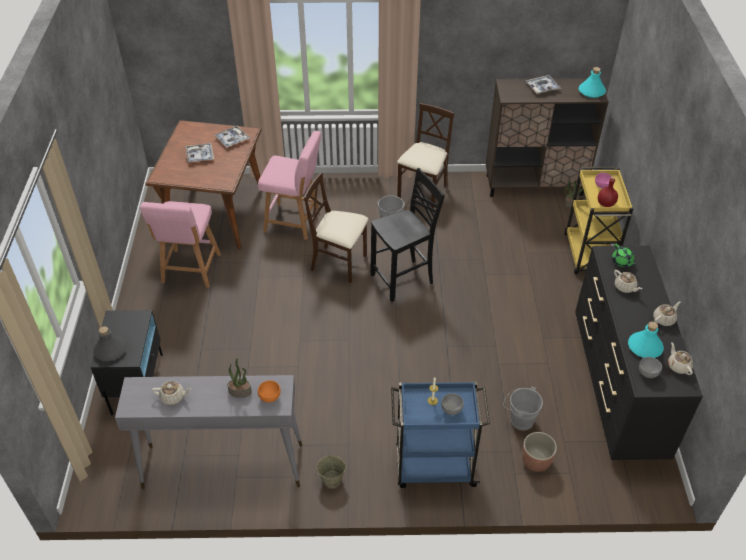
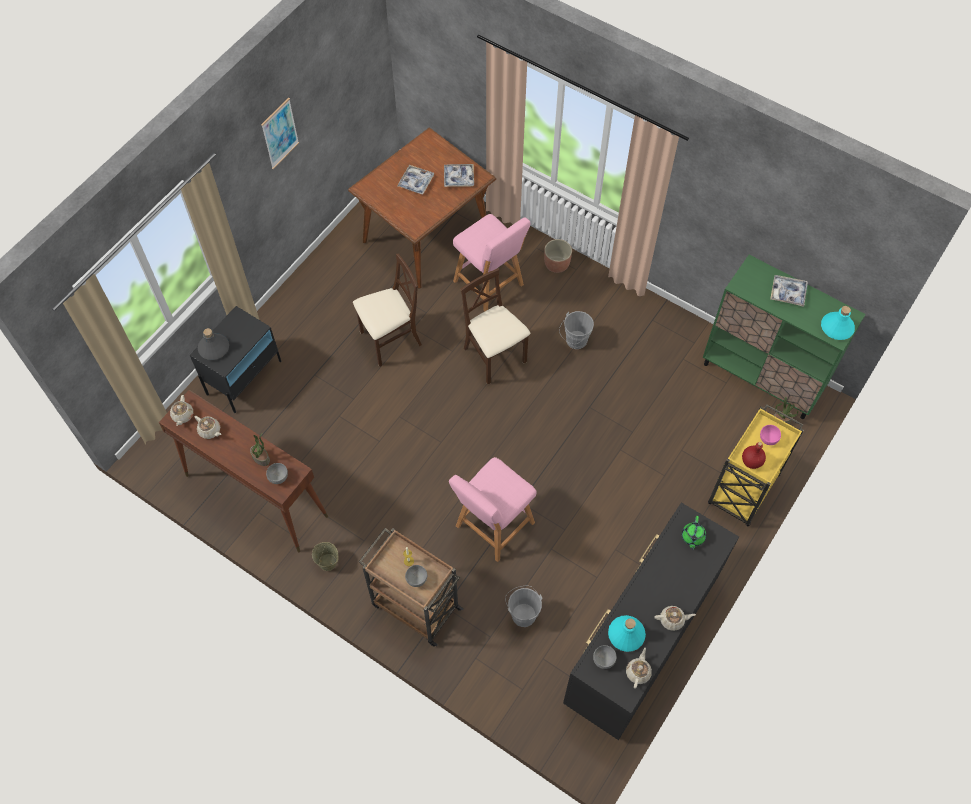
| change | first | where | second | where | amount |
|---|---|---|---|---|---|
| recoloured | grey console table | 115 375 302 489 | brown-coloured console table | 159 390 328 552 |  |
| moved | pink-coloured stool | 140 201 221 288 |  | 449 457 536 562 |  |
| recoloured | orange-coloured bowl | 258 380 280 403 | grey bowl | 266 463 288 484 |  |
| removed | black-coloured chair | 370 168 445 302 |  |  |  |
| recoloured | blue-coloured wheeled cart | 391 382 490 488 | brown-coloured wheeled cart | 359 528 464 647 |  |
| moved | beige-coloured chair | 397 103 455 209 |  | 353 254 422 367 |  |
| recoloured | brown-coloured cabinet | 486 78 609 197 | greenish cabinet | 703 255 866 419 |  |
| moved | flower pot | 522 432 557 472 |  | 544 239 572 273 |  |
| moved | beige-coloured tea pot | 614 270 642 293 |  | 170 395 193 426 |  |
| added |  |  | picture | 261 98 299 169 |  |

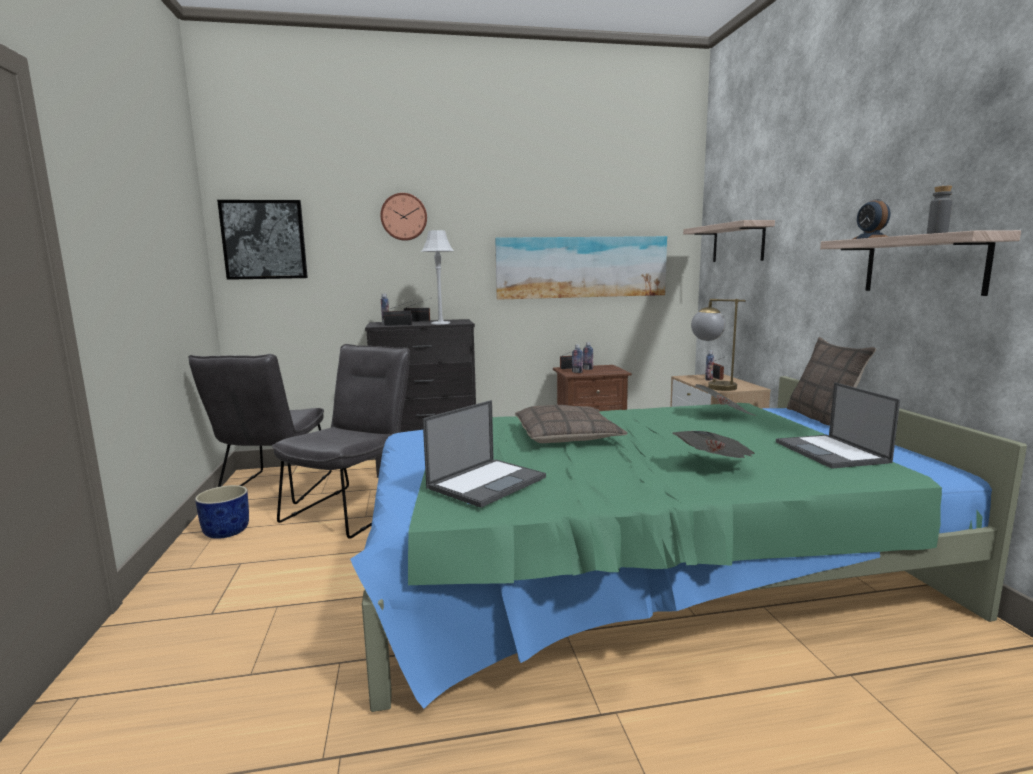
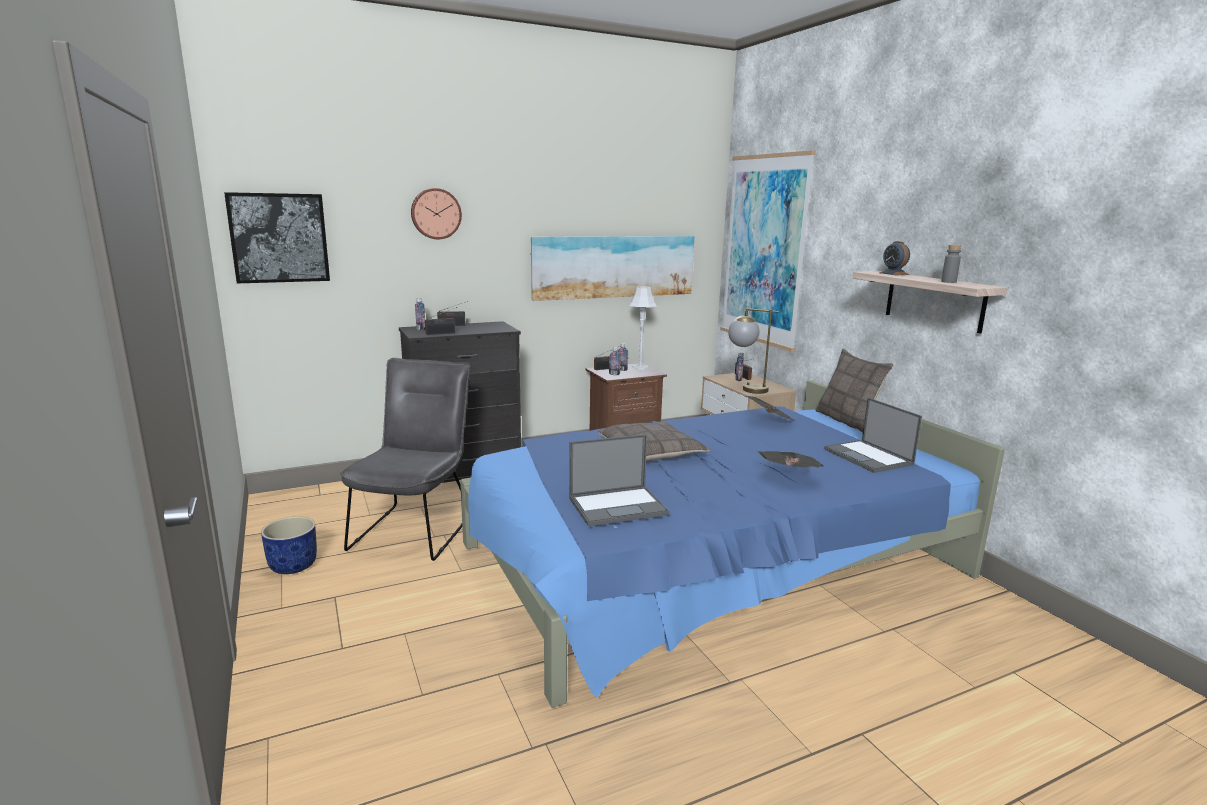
| change | first | where | second | where | amount |
|---|---|---|---|---|---|
| removed | grey chair | 188 354 332 504 |  |  |  |
| recoloured | greenish bedroom bed | 350 376 1027 712 | blue-coloured bedroom bed | 460 380 1005 708 |  |
| moved | grey tabletop lamp | 421 230 454 324 |  | 629 287 657 370 |  |
| turned | laptop | 423 400 546 508 |  | 569 434 669 526 | 45 degrees clockwise |
| replaced | shelf | 683 220 775 262 | picture | 720 150 816 352 |  |

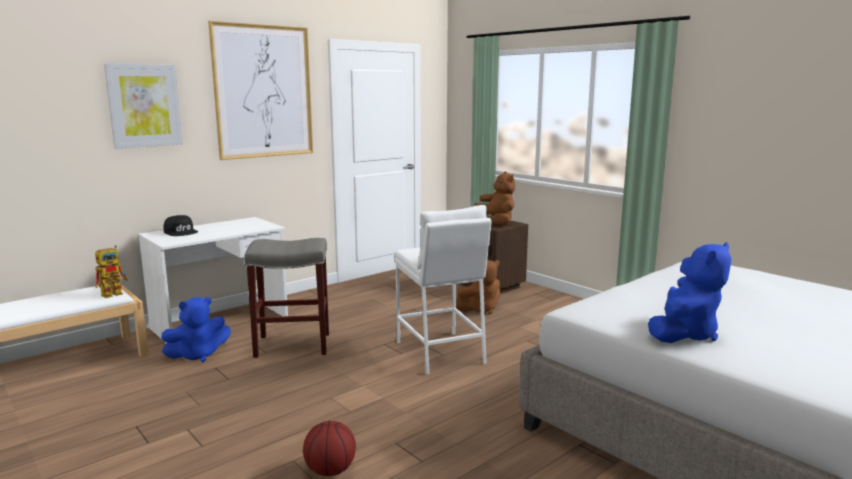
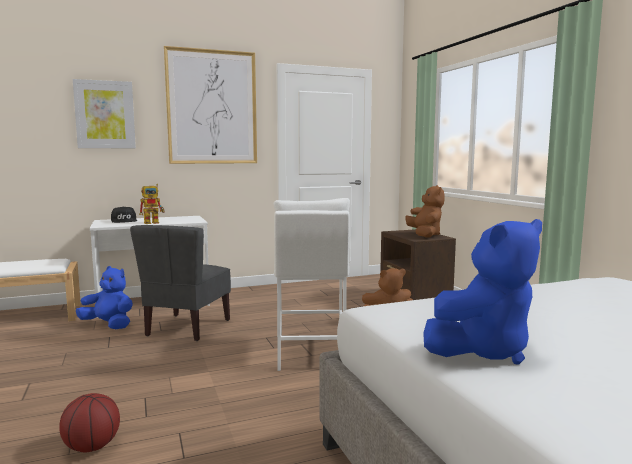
| change | first | where | second | where | amount |
|---|---|---|---|---|---|
| moved | toy robot | 95 245 128 298 |  | 139 184 165 224 |  |
| turned | blue-coloured soft toy | 161 297 231 362 |  | 76 266 133 329 | 150 degrees counterclockwise |
| replaced | grey stool | 244 238 329 358 | grey chair | 130 225 231 341 |  |

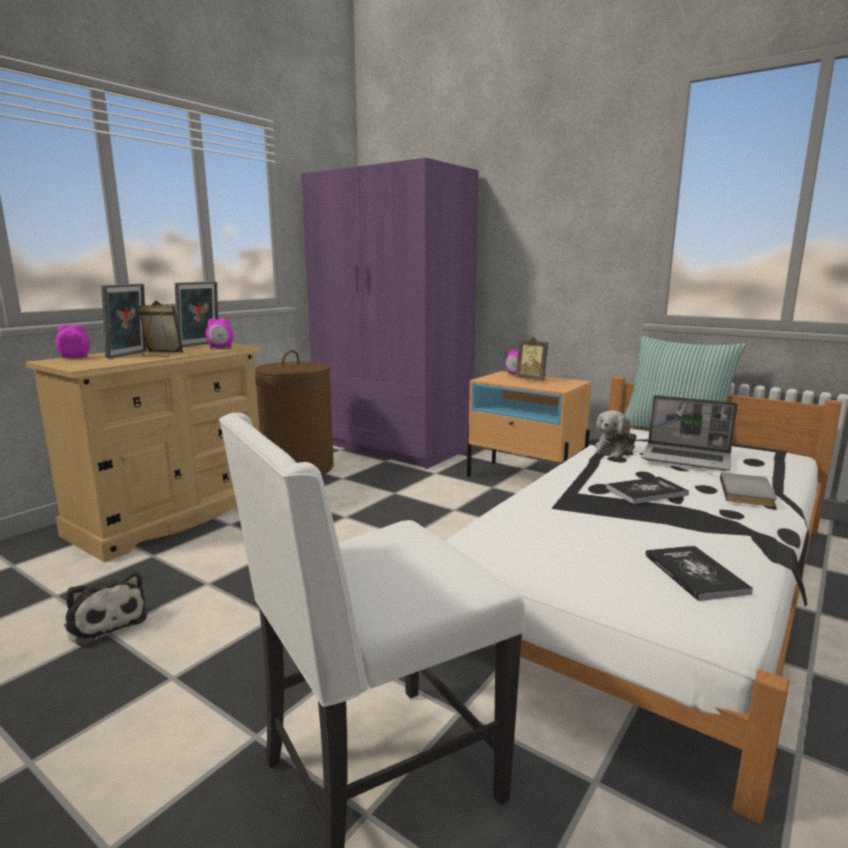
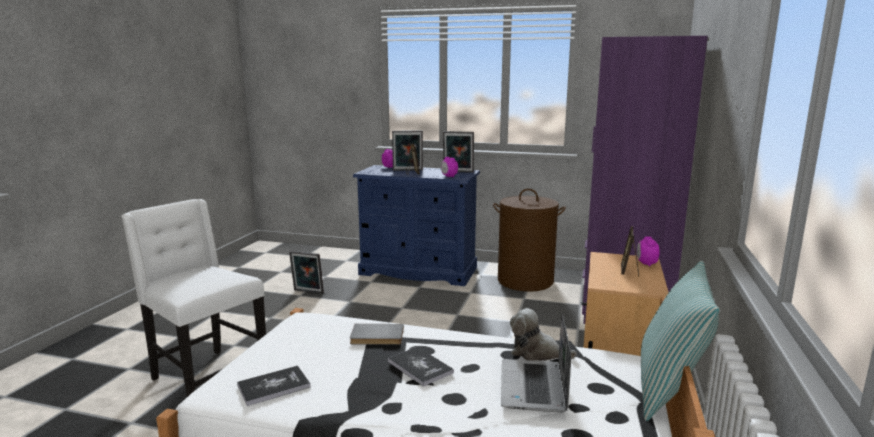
| change | first | where | second | where | amount |
|---|---|---|---|---|---|
| recoloured | beige-coloured dresser | 26 343 260 563 | blue-coloured dresser | 353 165 480 286 |  |
| replaced | soft toy | 64 571 147 646 | photo frame | 289 251 324 294 |  |
| moved | grey bound book | 720 473 777 507 |  | 350 324 404 345 |  |

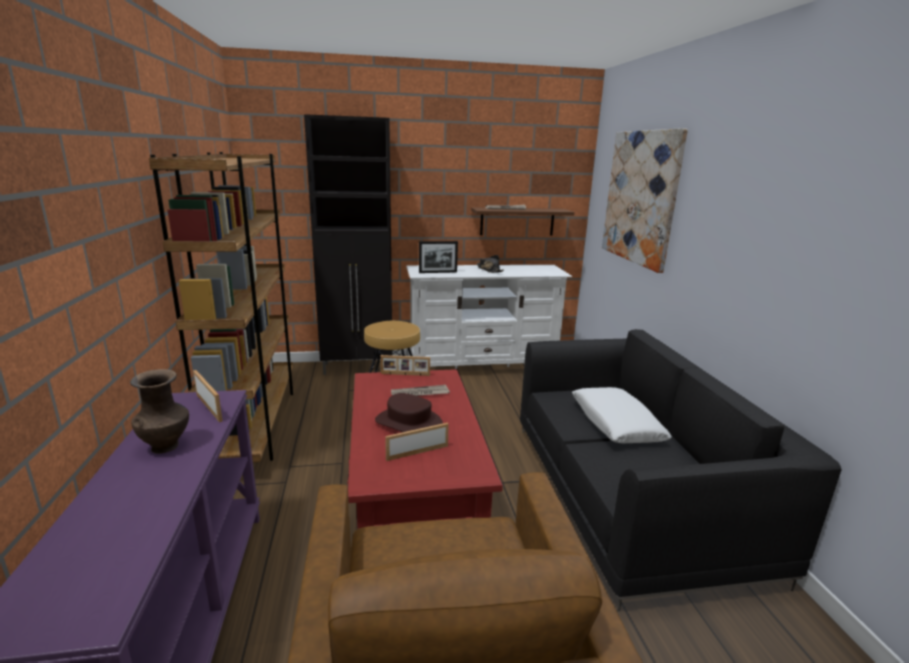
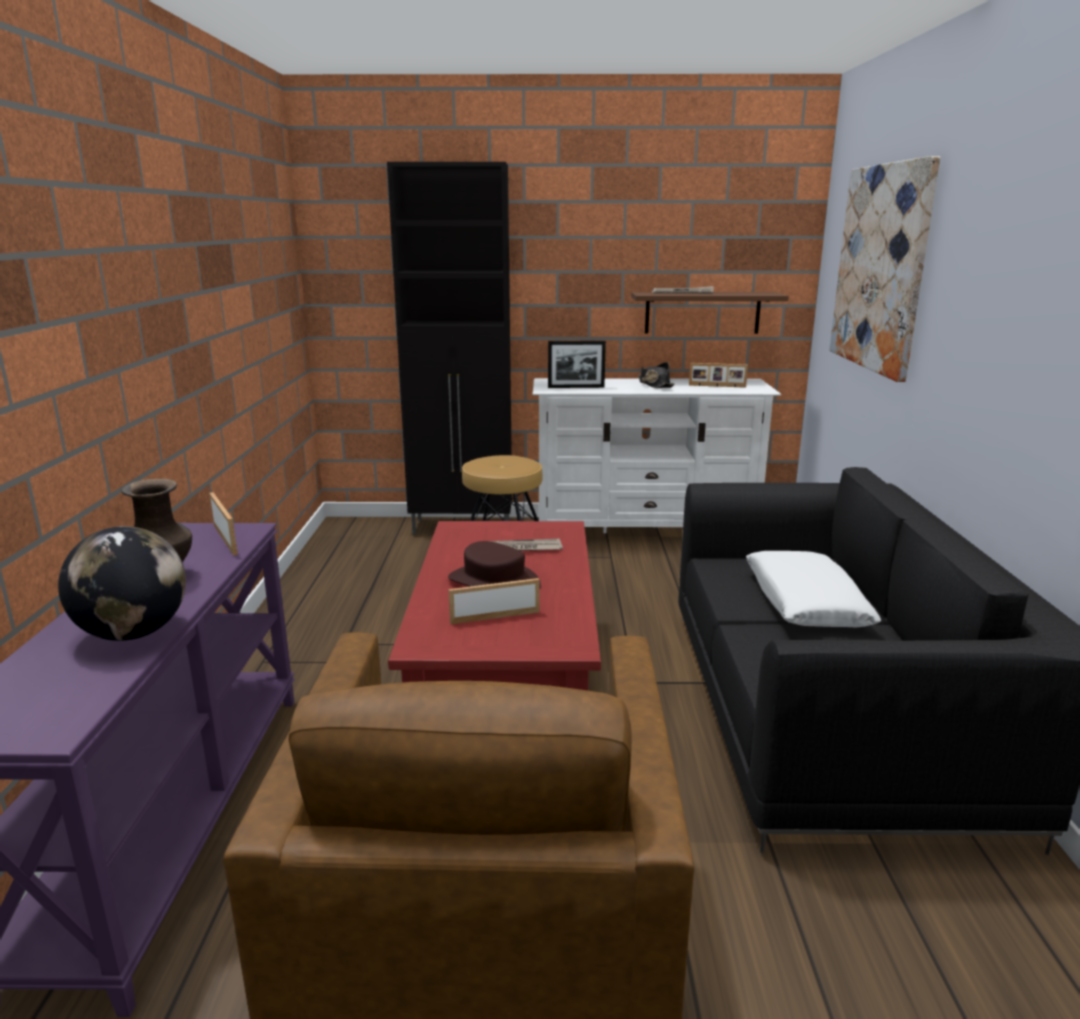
| change | first | where | second | where | amount |
|---|---|---|---|---|---|
| removed | brown-coloured bookcase | 149 152 293 462 |  |  |  |
| moved | photo frame | 381 355 430 376 |  | 689 363 748 388 |  |
| added |  |  | desk globe | 58 526 186 641 |  |

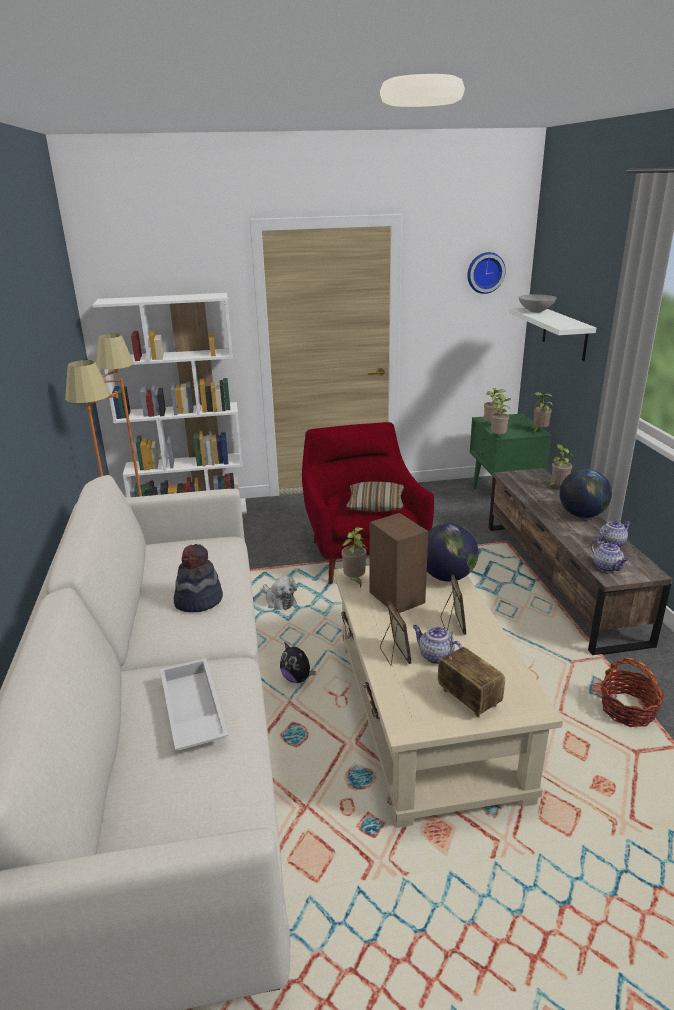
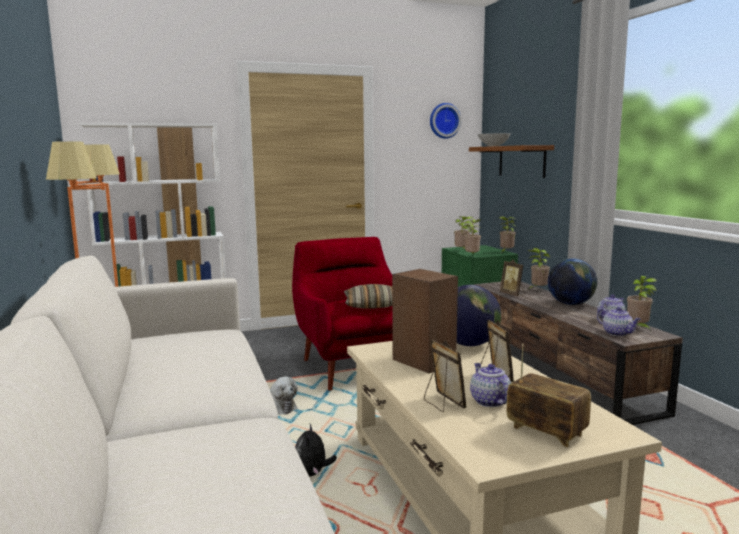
| change | first | where | second | where | amount |
|---|---|---|---|---|---|
| removed | whitish carrying tray | 160 658 228 751 |  |  |  |
| removed | wearable hat | 174 544 223 612 |  |  |  |
| turned | soft toy | 280 642 316 683 |  | 295 424 337 477 | 60 degrees clockwise |
| moved | potted plant | 342 527 367 588 |  | 627 276 657 331 |  |
| turned | tea pot | 412 625 462 664 |  | 470 363 511 407 | 45 degrees clockwise |
| recoloured | whitish shelf | 509 307 596 361 | brown-coloured shelf | 469 145 554 178 |  |
| removed | storage basket | 601 657 665 727 |  |  |  |
| added |  |  | photo frame | 500 259 525 296 |  |

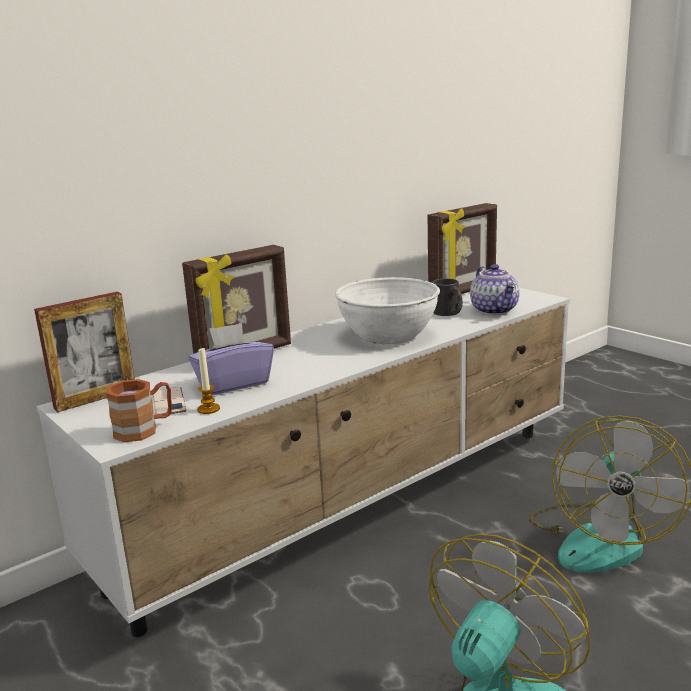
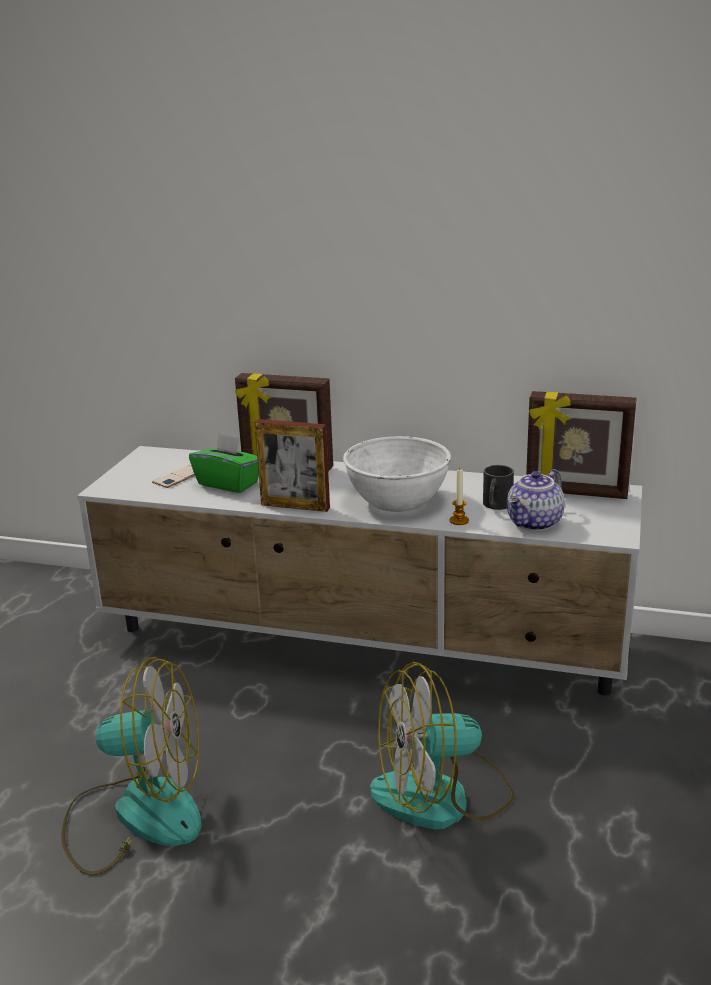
| change | first | where | second | where | amount |
|---|---|---|---|---|---|
| moved | photo frame | 34 292 135 413 |  | 255 419 330 512 |  |
| removed | brown-coloured mug | 106 379 172 442 |  |  |  |
| recoloured | purplish tissue box | 188 323 274 395 | greenish tissue box | 189 433 259 493 |  |
| moved | wax light | 197 348 220 414 |  | 450 469 469 525 |  |

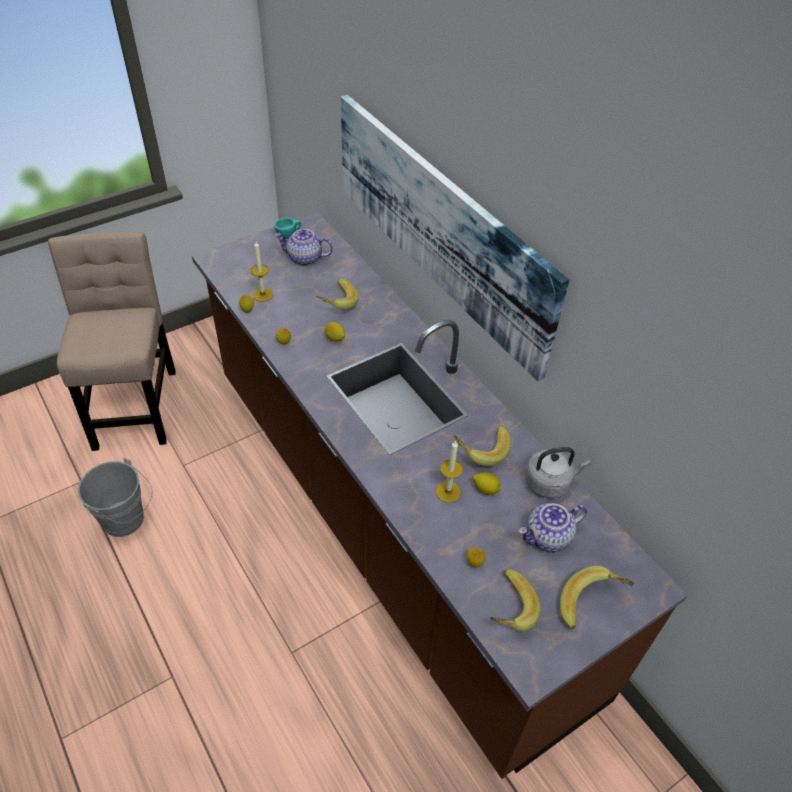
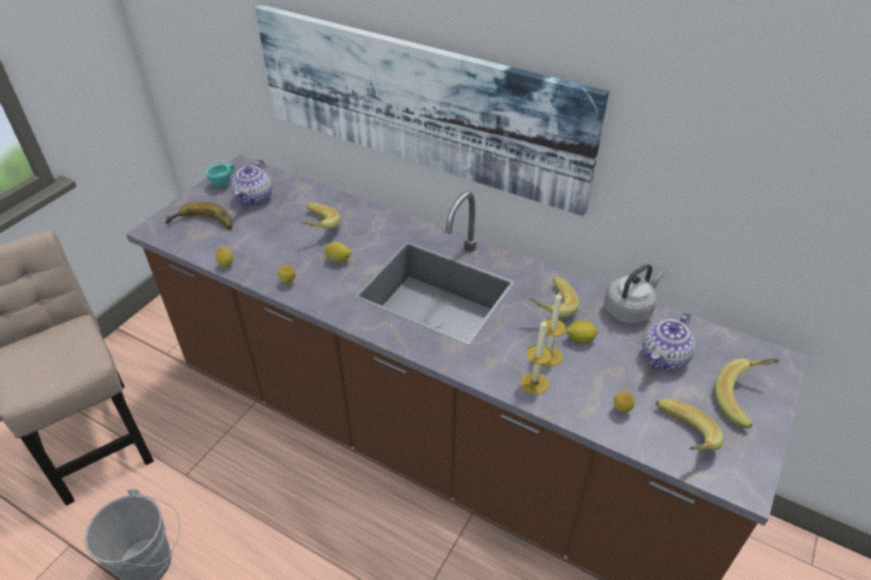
| change | first | where | second | where | amount |
|---|---|---|---|---|---|
| moved | wax light | 251 241 273 302 |  | 520 318 552 395 |  |
| turned | tea pot | 275 229 333 266 |  | 232 159 272 206 | 60 degrees counterclockwise |
| added |  |  | banana | 165 202 232 230 |  |

